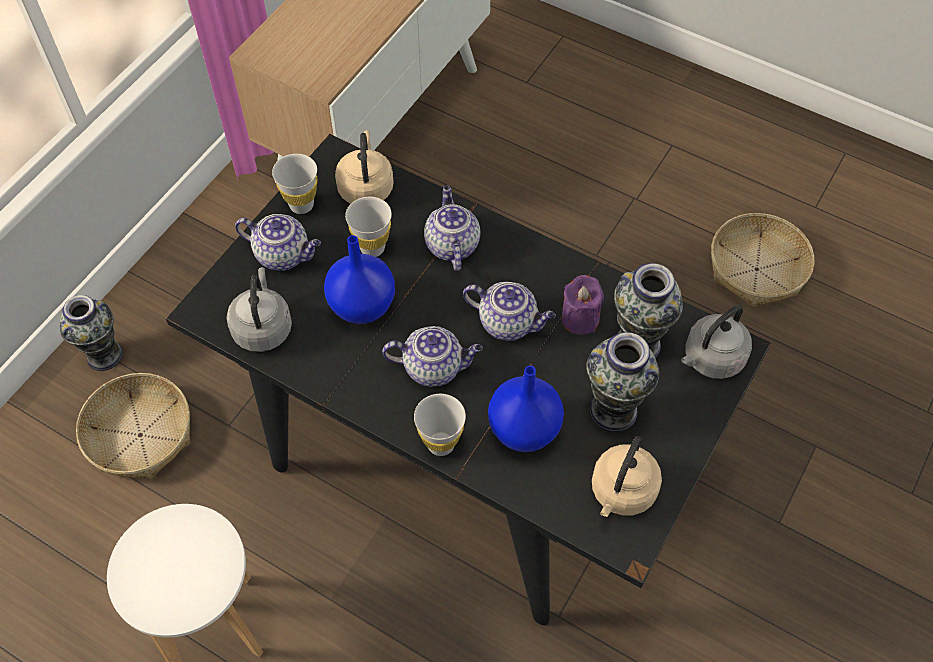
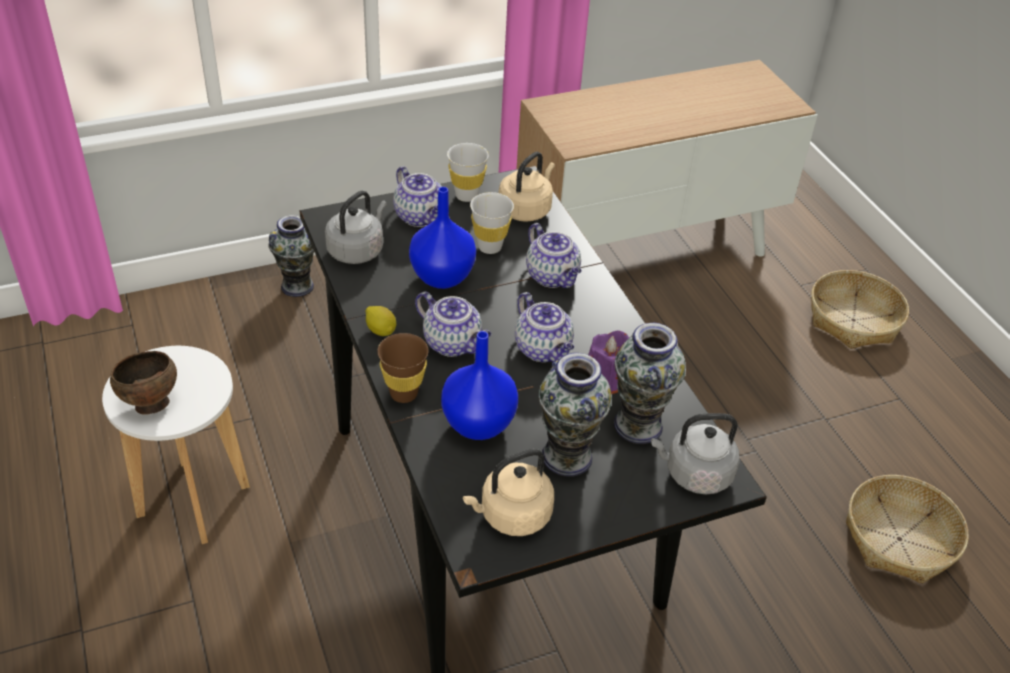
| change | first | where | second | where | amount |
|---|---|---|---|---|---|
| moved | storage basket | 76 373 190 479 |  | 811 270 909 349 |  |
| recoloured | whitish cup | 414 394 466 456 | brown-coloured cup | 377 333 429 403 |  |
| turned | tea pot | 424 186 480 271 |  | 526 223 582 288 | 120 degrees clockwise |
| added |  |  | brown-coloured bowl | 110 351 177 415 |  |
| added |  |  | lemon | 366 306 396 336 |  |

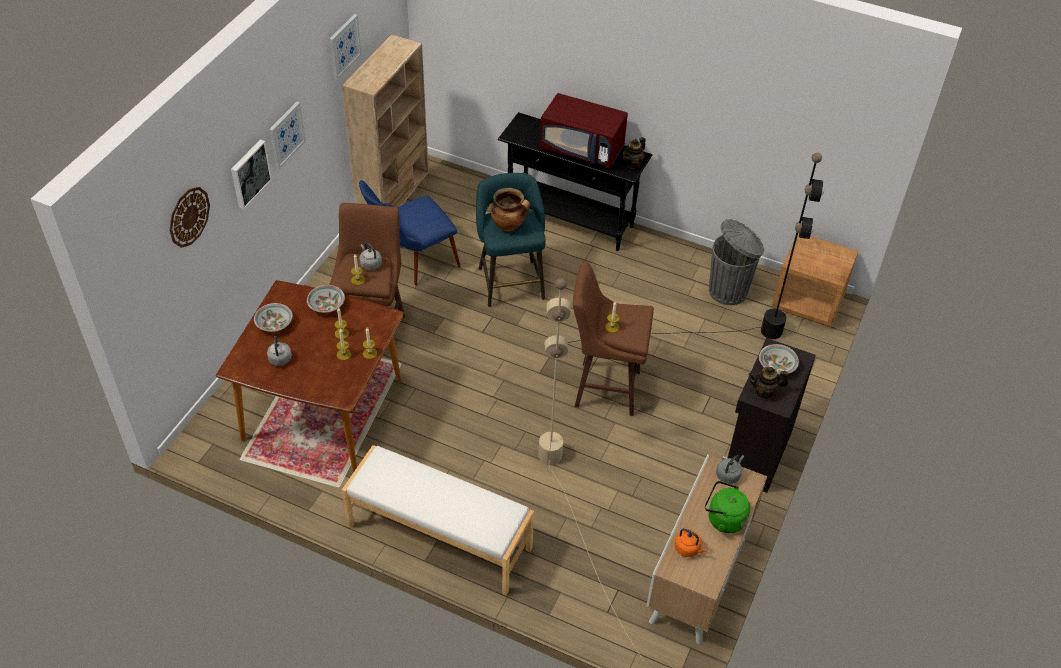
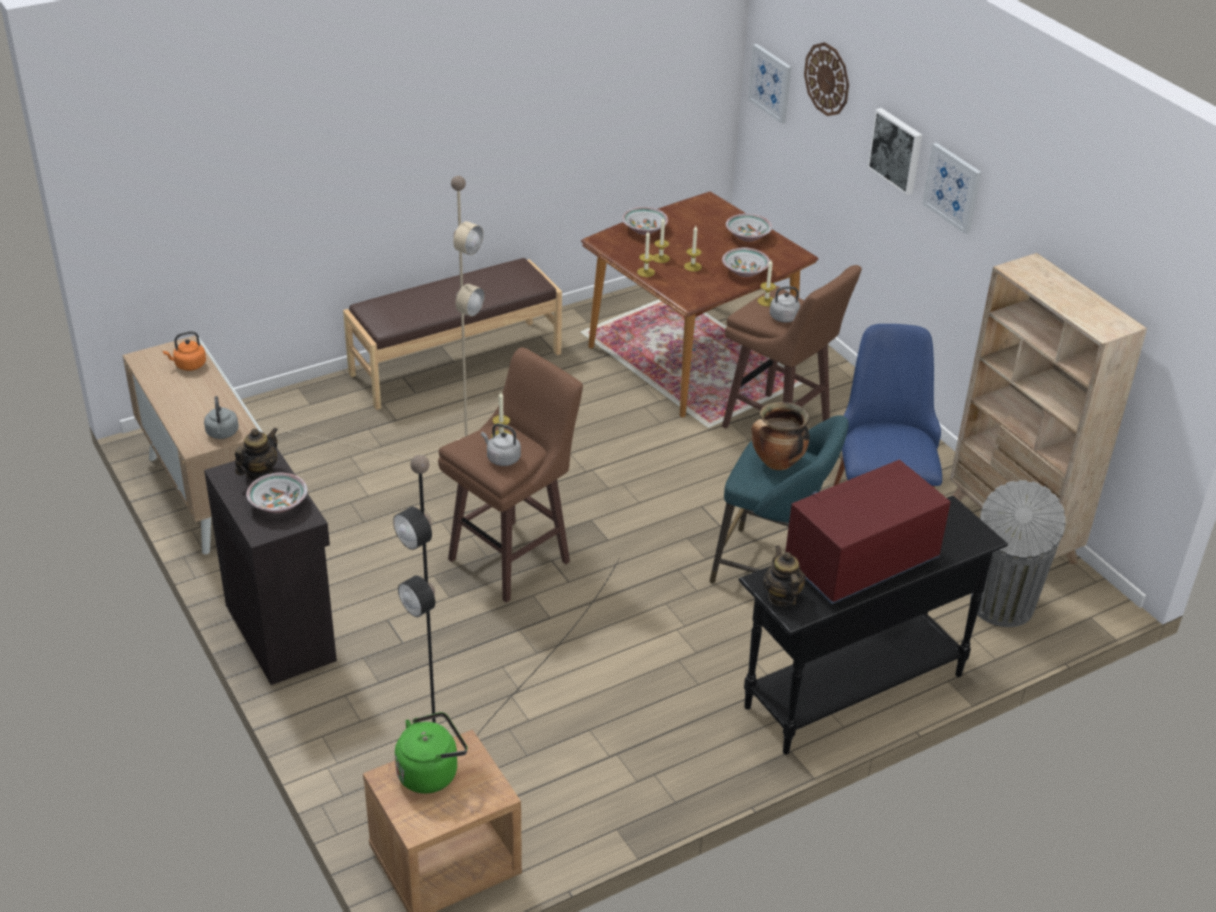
| change | first | where | second | where | amount |
|---|---|---|---|---|---|
| moved | grey tea kettle | 267 336 292 366 |  | 481 423 521 466 |  |
| moved | picture | 330 14 362 80 |  | 748 44 791 124 |  |
| recoloured | whitish long seat | 342 445 534 595 | brown-coloured long seat | 343 258 562 410 |  |
| moved | greenish tea kettle | 705 481 750 533 |  | 395 712 468 794 |  |
| moved | grey trash can | 709 219 764 305 |  | 970 480 1066 627 |  |
| added |  |  | bowl | 622 207 668 235 |  |

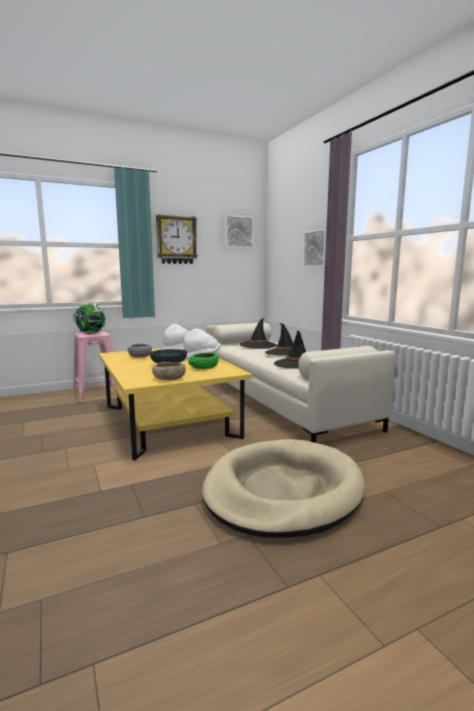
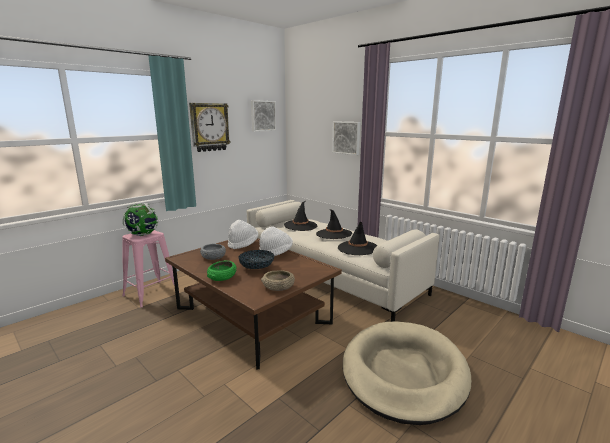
| change | first | where | second | where | amount |
|---|---|---|---|---|---|
| recoloured | yellow coffee table | 99 348 252 460 | brown-coloured coffee table | 165 238 342 370 |  |
| moved | greenish bowl | 188 352 219 369 |  | 207 260 237 281 |  |

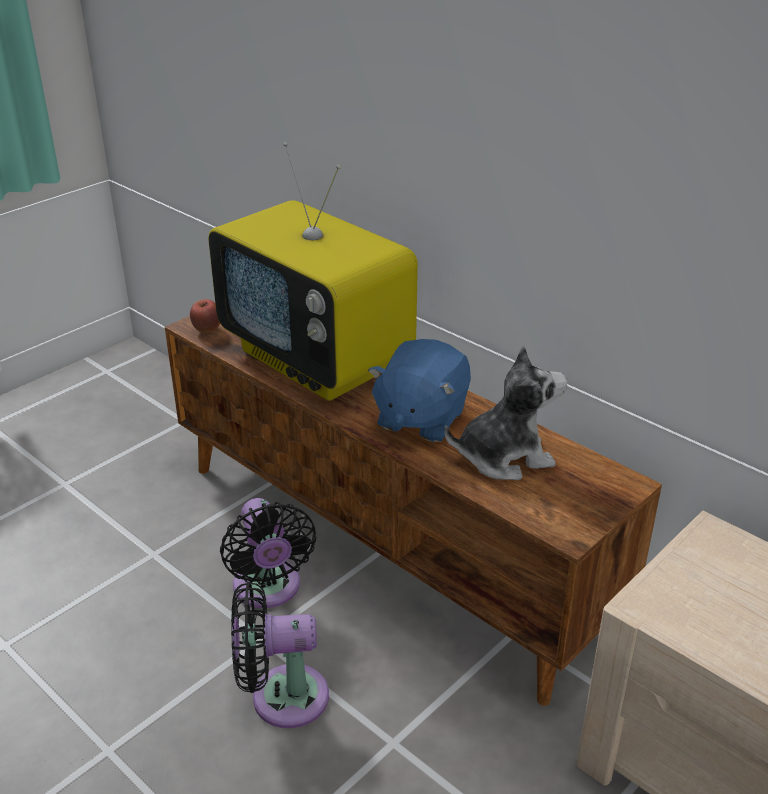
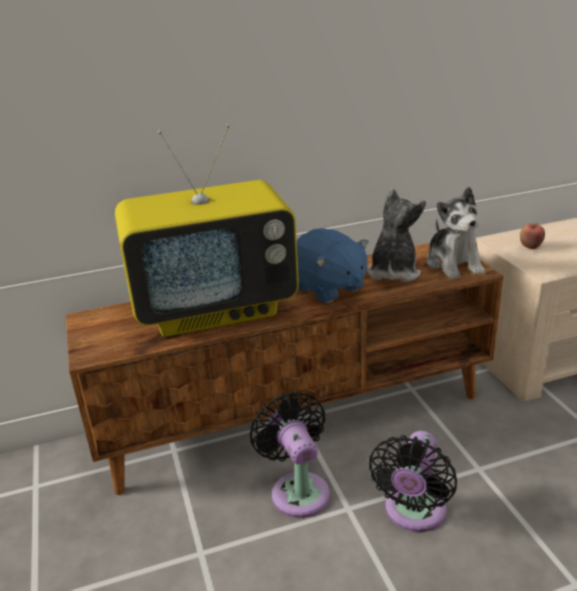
| change | first | where | second | where | amount |
|---|---|---|---|---|---|
| moved | whole apple | 190 299 220 333 |  | 520 223 545 249 |  |
| turned | black-coloured fan | 220 498 316 609 |  | 250 391 330 518 | 120 degrees counterclockwise |
| added |  |  | soft toy | 426 187 485 279 |  |

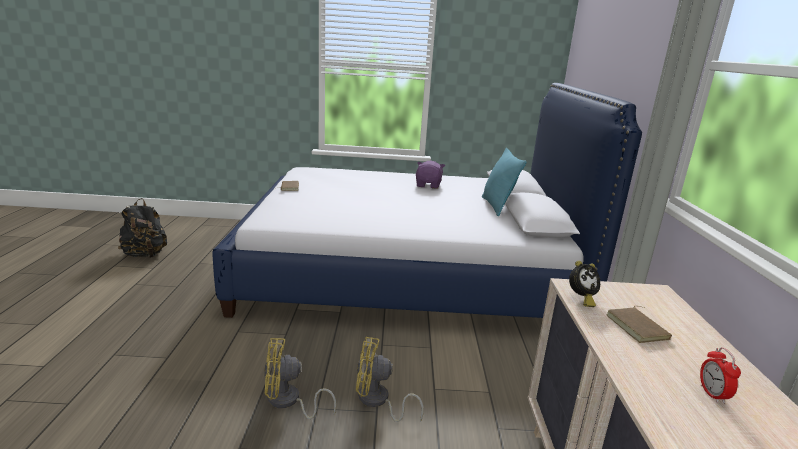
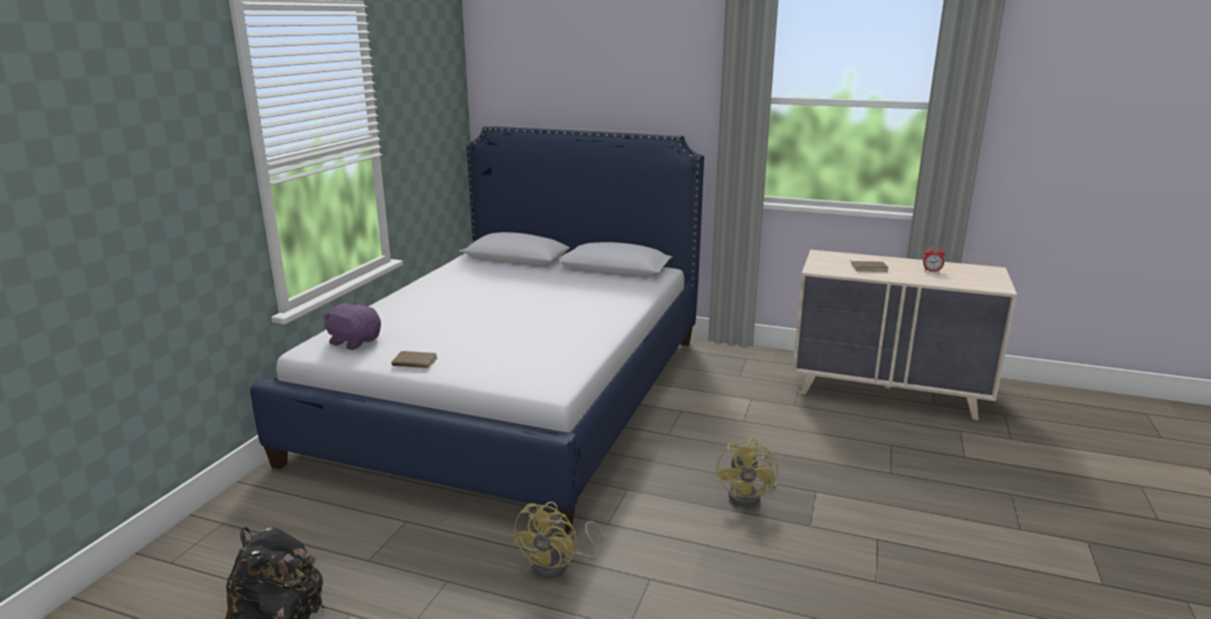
| change | first | where | second | where | amount |
|---|---|---|---|---|---|
| moved | yellow fan | 356 337 424 422 |  | 513 502 604 578 |  |
| moved | purplish soft toy | 416 161 445 189 |  | 322 302 381 350 |  |
| removed | blue-green throw pillow | 482 148 527 216 |  |  |  |
| removed | alarm clock | 569 261 600 307 |  |  |  |

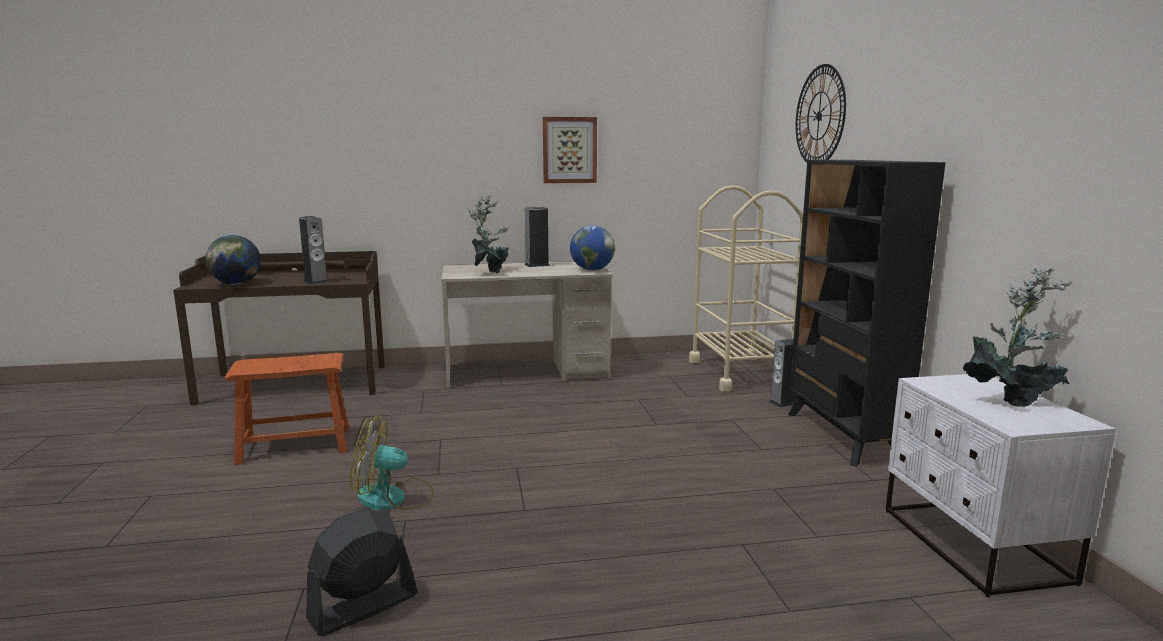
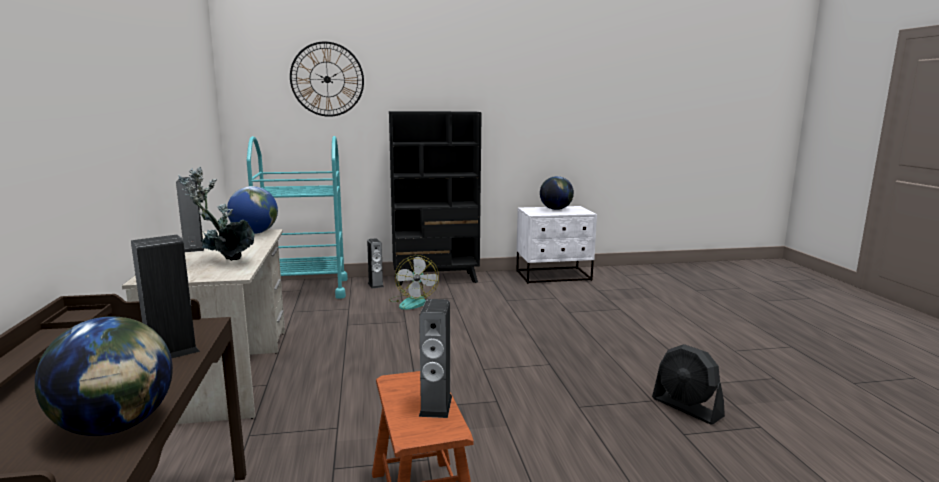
| change | first | where | second | where | amount |
|---|---|---|---|---|---|
| moved | fan | 350 416 434 511 |  | 389 255 439 310 |  |
| removed | picture | 543 117 597 183 |  |  |  |
| recoloured | beige-coloured wheeled cart | 689 185 803 392 | blue-green wheeled cart | 247 136 348 299 |  |
| replaced | potted plant | 963 268 1072 407 | desk globe | 540 176 574 210 |  |
| added |  |  | speaker | 419 299 452 418 |  |

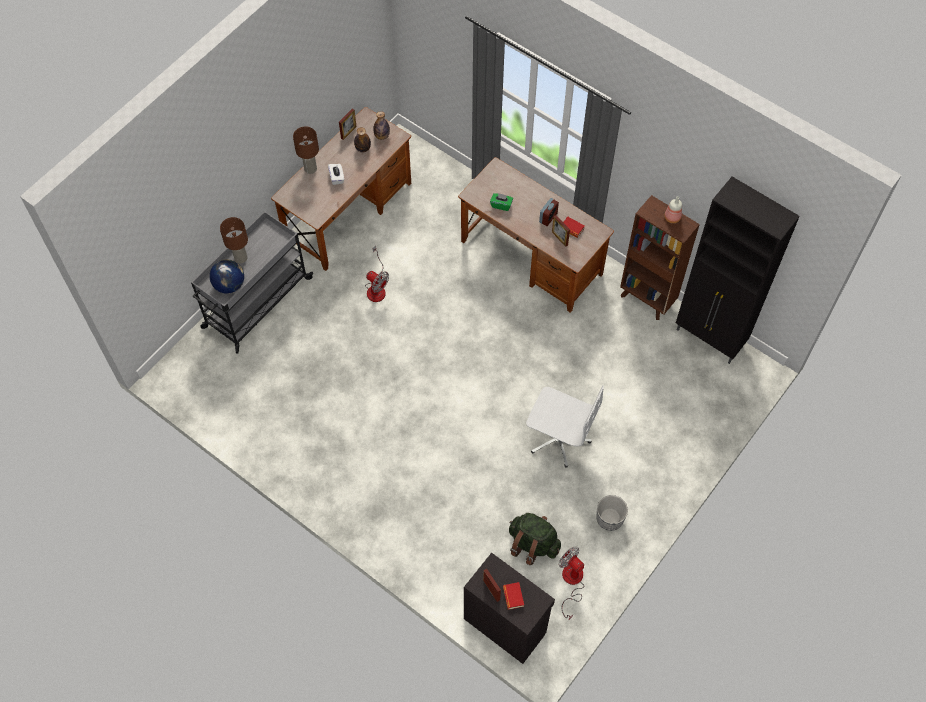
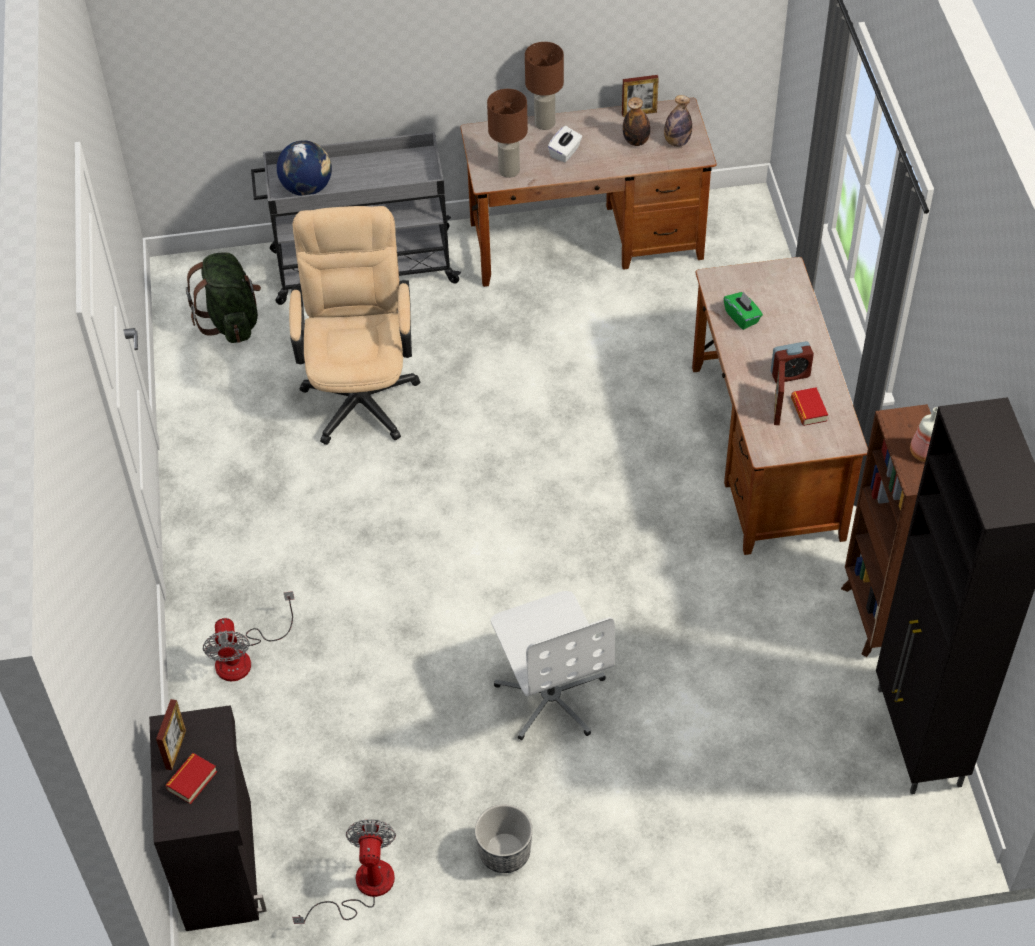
| change | first | where | second | where | amount |
|---|---|---|---|---|---|
| moved | brown-coloured tabletop lamp | 220 217 248 263 |  | 487 89 528 178 |  |
| moved | fan | 365 245 389 302 |  | 203 591 294 681 |  |
| moved | greenish backpack | 509 513 561 565 |  | 186 253 261 343 |  |
| added |  |  | beige-coloured desk chair | 289 206 420 445 |  |

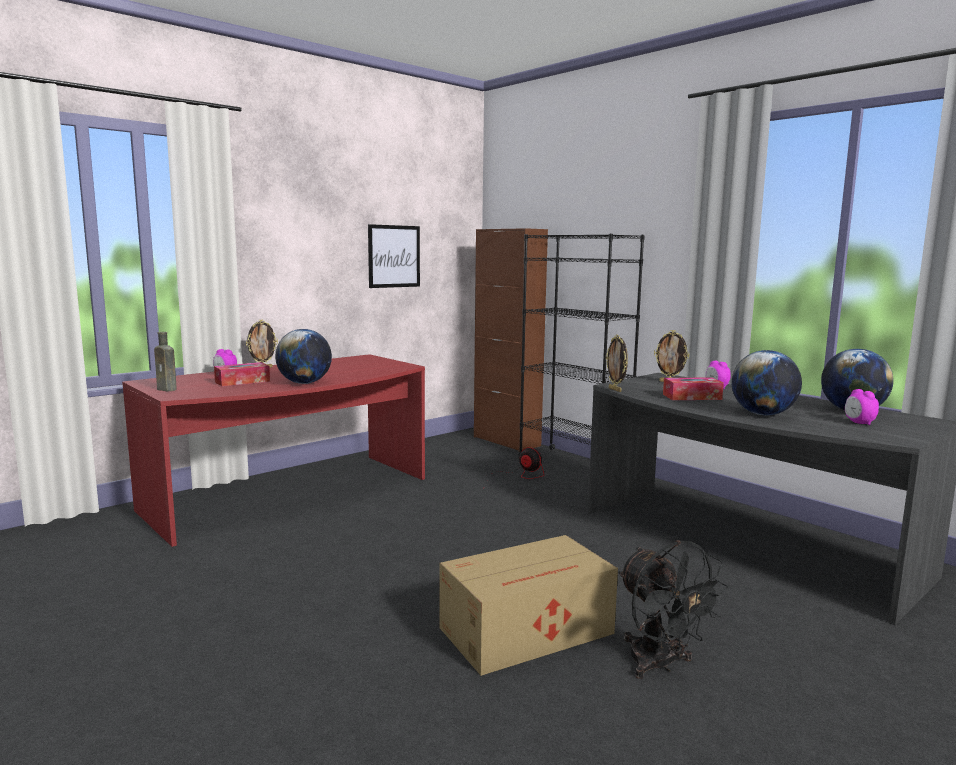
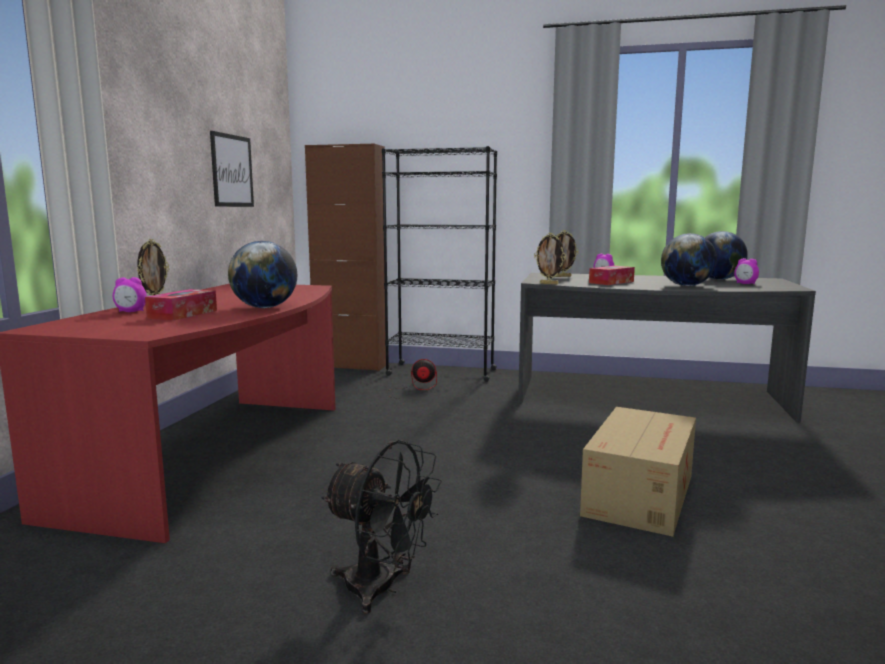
| change | first | where | second | where | amount |
|---|---|---|---|---|---|
| removed | brown-coloured drink bottle | 154 332 177 391 |  |  |  |
| moved | black-coloured fan | 619 540 728 679 |  | 321 440 442 614 |  |

